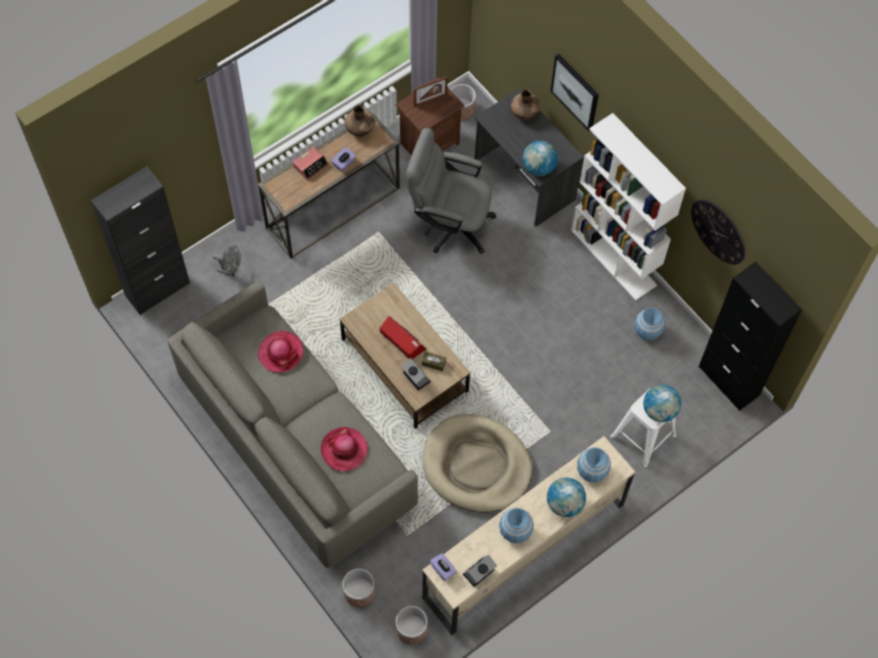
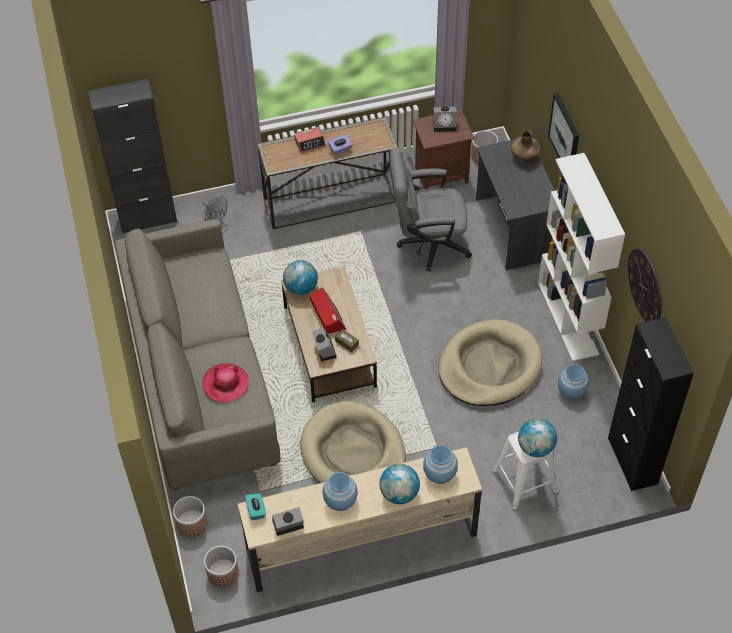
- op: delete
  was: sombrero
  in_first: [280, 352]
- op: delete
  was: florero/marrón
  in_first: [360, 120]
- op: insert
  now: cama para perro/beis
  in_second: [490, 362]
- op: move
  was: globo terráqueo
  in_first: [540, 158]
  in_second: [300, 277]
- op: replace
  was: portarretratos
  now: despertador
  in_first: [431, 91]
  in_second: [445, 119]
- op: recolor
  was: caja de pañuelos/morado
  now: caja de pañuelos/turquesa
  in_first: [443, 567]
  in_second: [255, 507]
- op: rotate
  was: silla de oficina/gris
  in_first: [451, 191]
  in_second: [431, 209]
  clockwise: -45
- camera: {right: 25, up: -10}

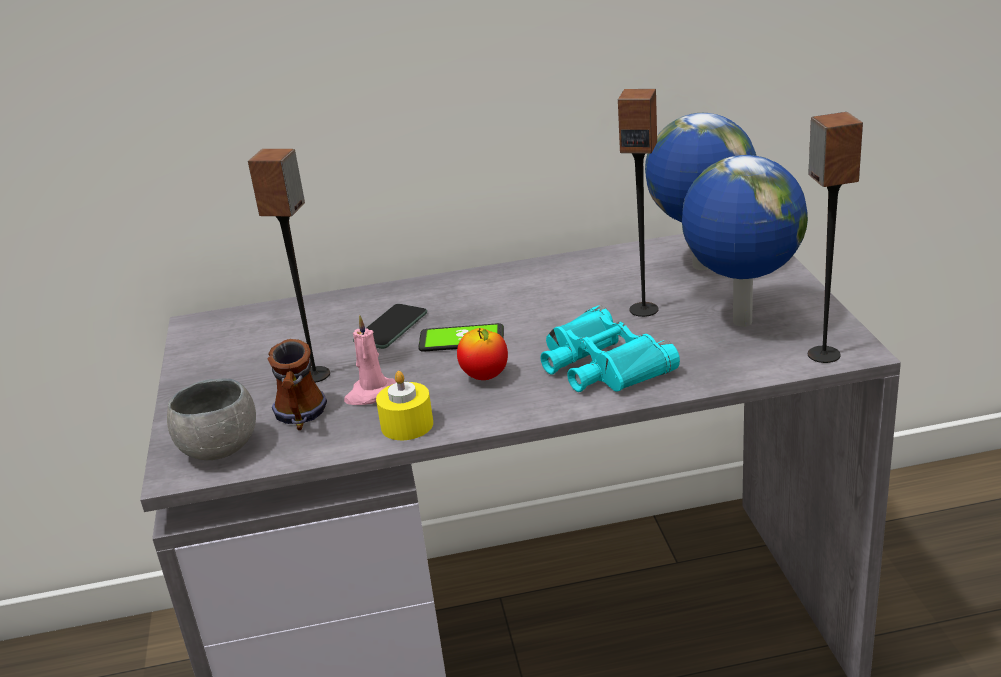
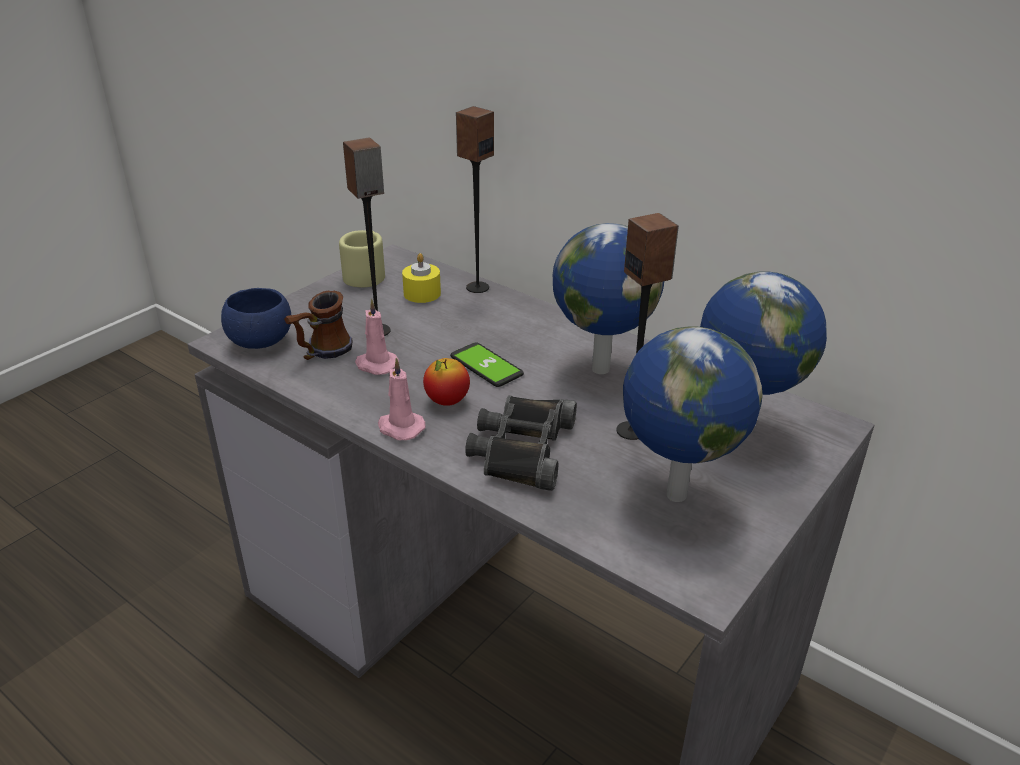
- op: delete
  was: móvil
  in_first: [390, 326]
- op: insert
  now: taza grande/beis
  in_second: [362, 258]
- op: insert
  now: vela/rosa
  in_second: [402, 399]
- op: insert
  now: globo terráqueo
  in_second: [608, 298]
- op: move
  was: vela/amarillo
  in_first: [404, 405]
  in_second: [421, 278]
- op: move
  was: altavoz
  in_first: [835, 237]
  in_second: [475, 199]
- op: recolor
  was: cuenco/gris
  now: cuenco/azul
  in_first: [211, 419]
  in_second: [256, 318]
- op: recolor
  was: prismáticos/turquesa
  now: prismáticos/negro
  in_first: [610, 348]
  in_second: [521, 443]
- camera: {right: 45, up: 5}

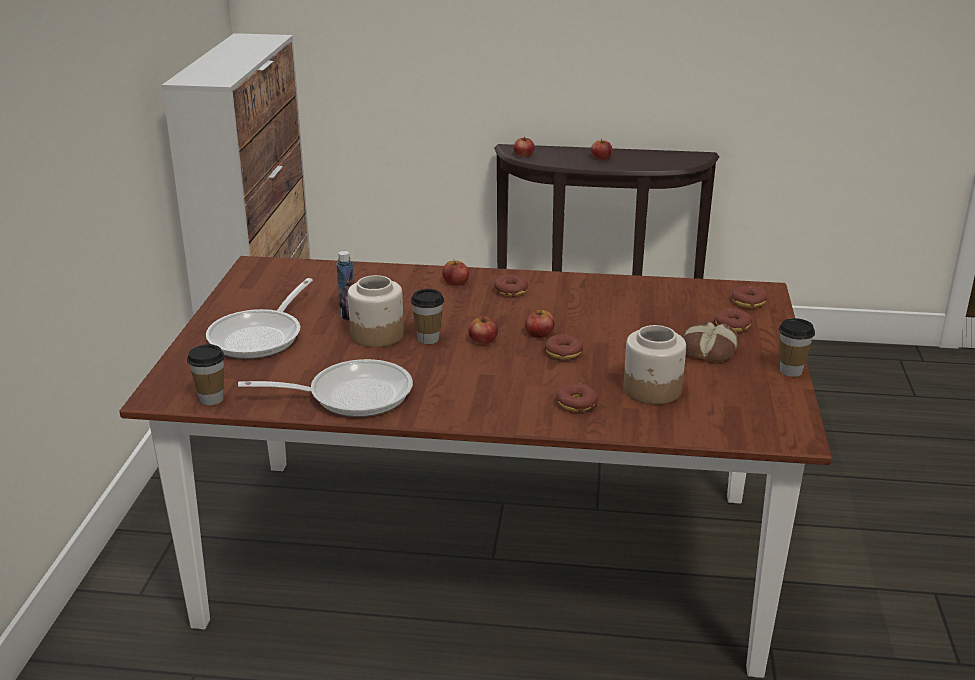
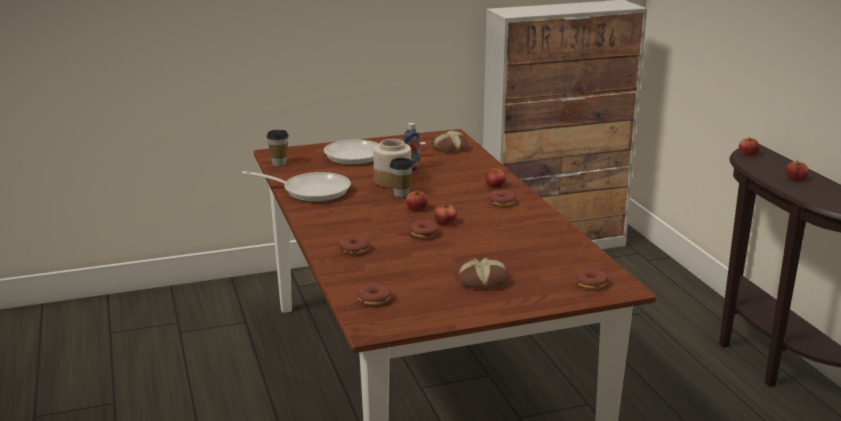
- op: delete
  was: tarro
  in_first: [655, 364]
- op: delete
  was: taza
  in_first: [797, 347]
- op: insert
  now: pan
  in_second: [450, 142]
- op: move
  was: rosquilla
  in_first: [733, 320]
  in_second: [374, 294]
- op: rotate
  was: sartén
  in_first: [325, 388]
  in_second: [296, 186]
  clockwise: -45
- camera: {right: 65, up: -5}

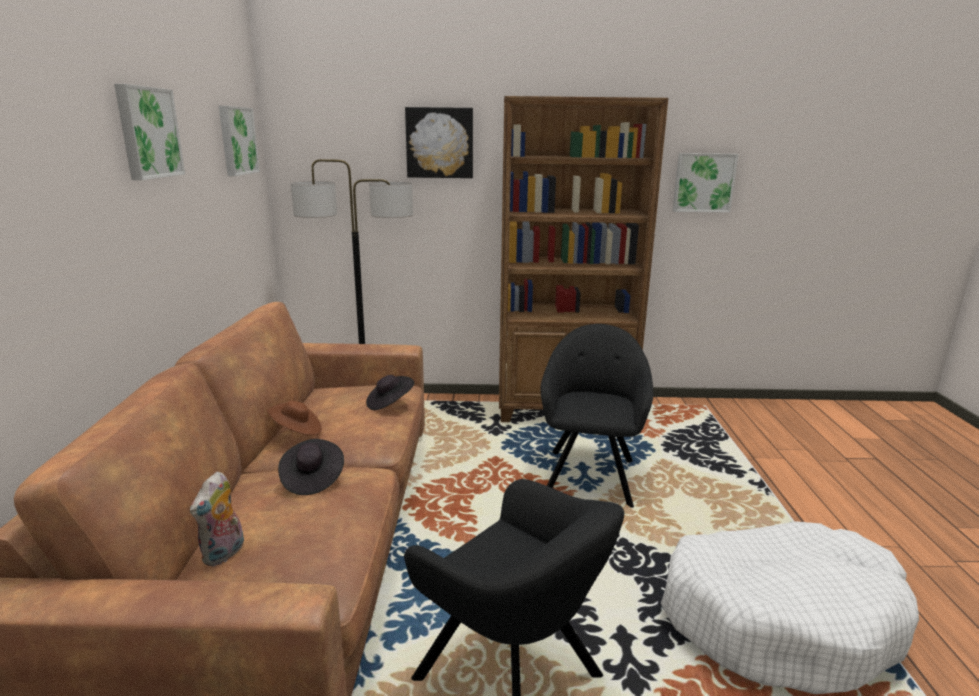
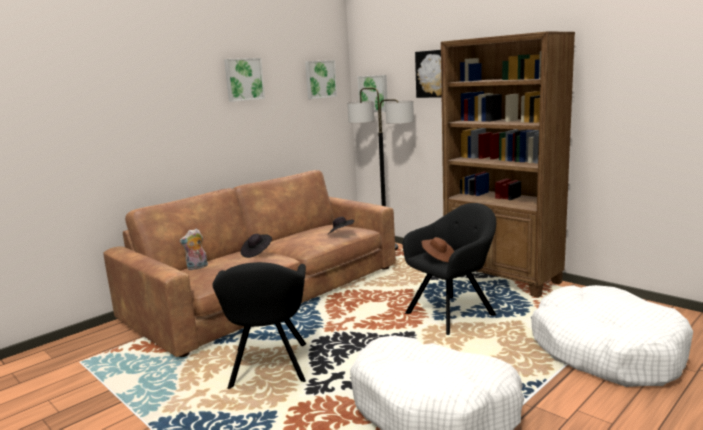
- op: insert
  now: cama para perro/blanco
  in_second: [612, 336]
- op: move
  was: sombrero/marrón
  in_first: [294, 418]
  in_second: [438, 249]
- op: move
  was: cuadro
  in_first: [705, 183]
  in_second: [372, 93]
- camera: {right: 45, up: -5}

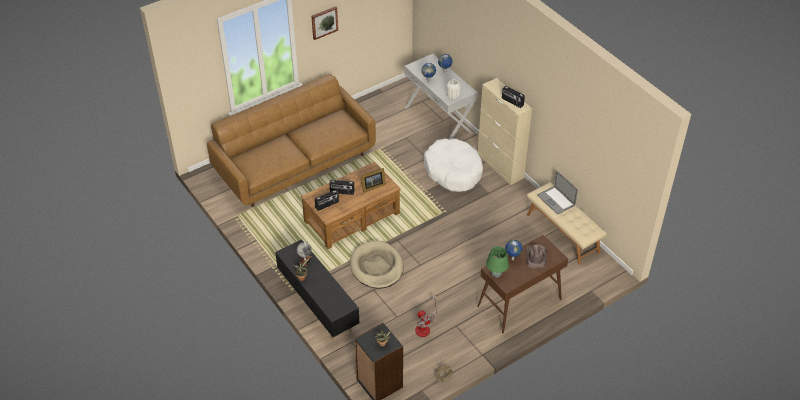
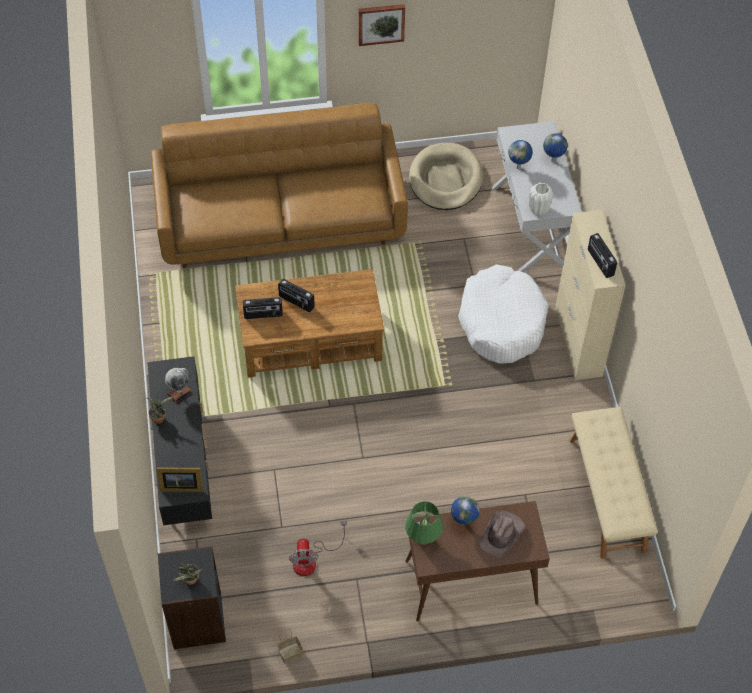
- op: delete
  was: portátil
  in_first: [557, 193]
- op: move
  was: cama para perro/beis
  in_first: [377, 265]
  in_second: [446, 176]
- op: move
  was: portarretratos
  in_first: [373, 180]
  in_second: [180, 479]
- camera: {right: 25, up: 10}

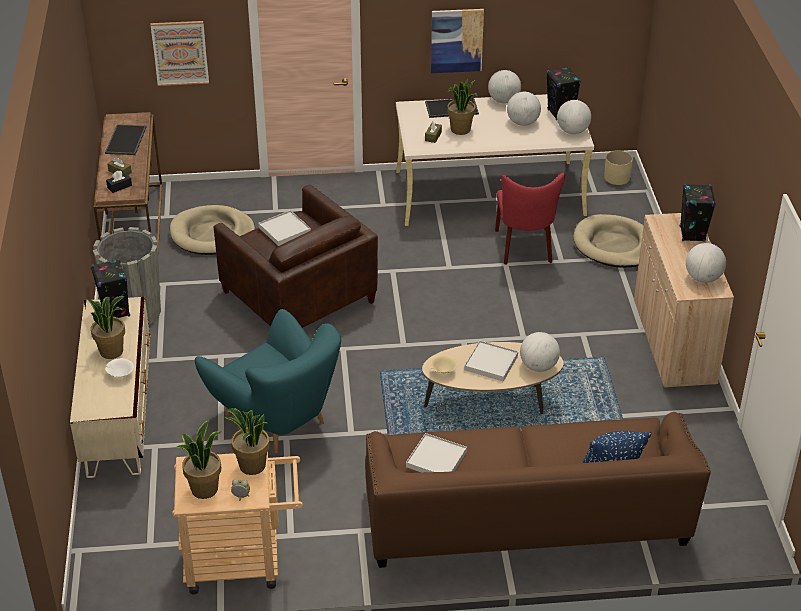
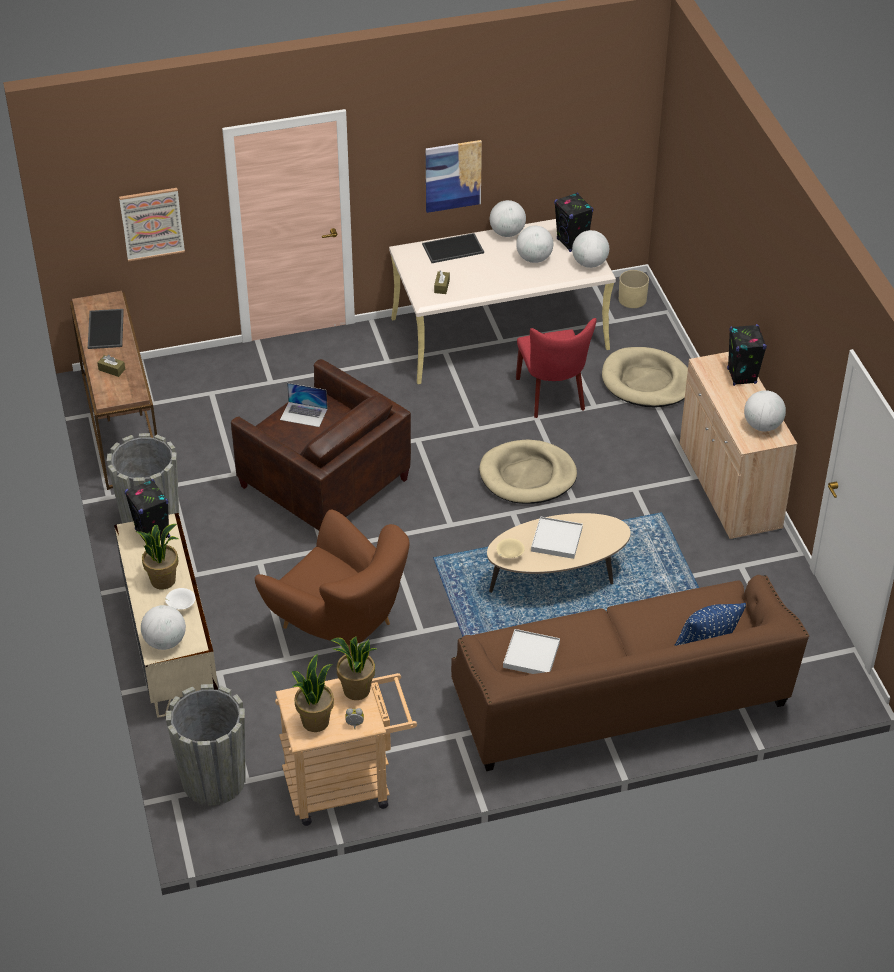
- op: delete
  was: caja de pañuelos/negro
  in_first: [119, 181]
- op: delete
  was: planta en maceta
  in_first: [462, 107]
- op: insert
  now: maceta/gris
  in_second: [206, 745]
- op: move
  was: cama para perro/beis
  in_first: [212, 230]
  in_second: [528, 472]
- op: move
  was: globo terráqueo
  in_first: [540, 352]
  in_second: [163, 627]
- op: replace
  was: bandeja/blanco
  now: portátil
  in_first: [284, 228]
  in_second: [304, 405]
- op: recolor
  was: sillón/turquesa
  now: sillón/marrón
  in_first: [268, 381]
  in_second: [332, 580]
- camera: {right: -10, up: 5}

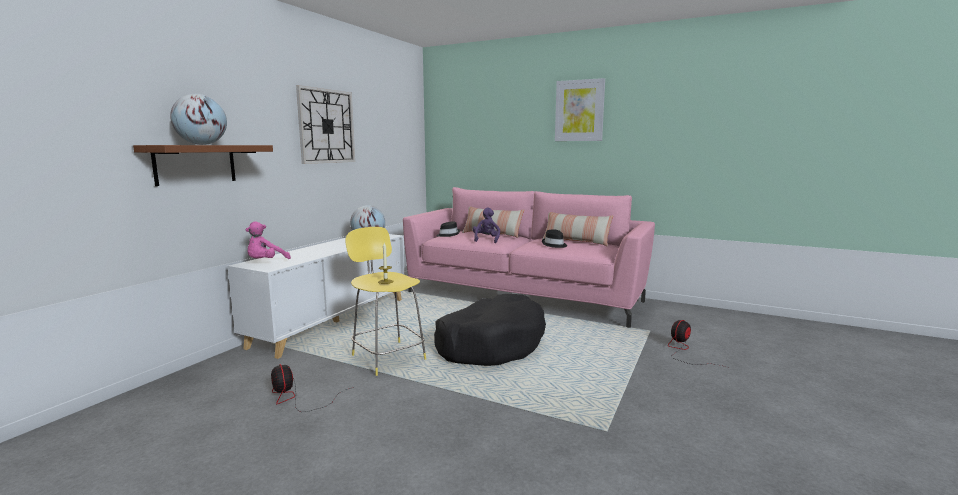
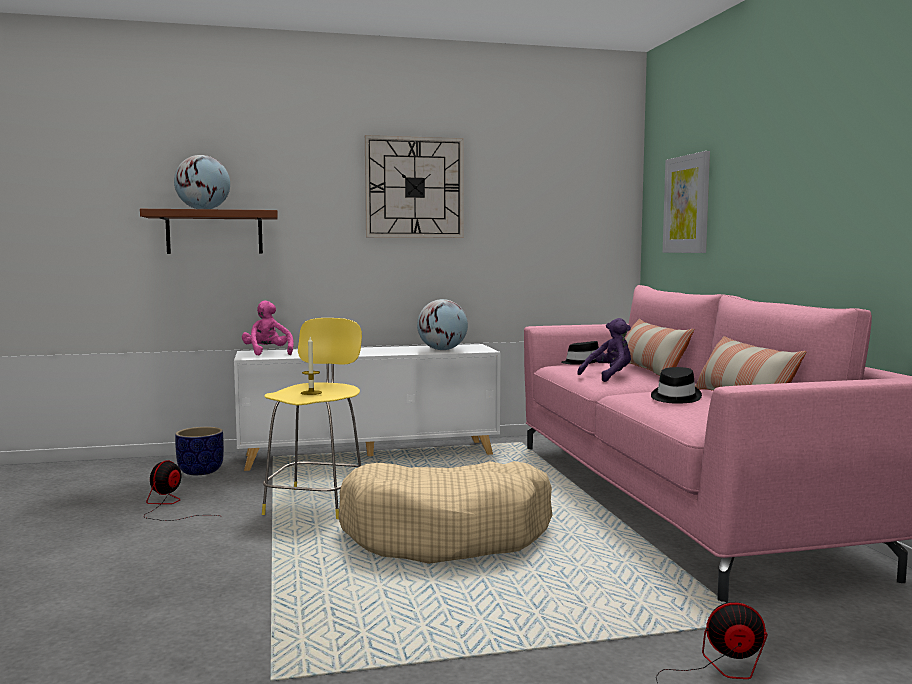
- op: insert
  now: maceta
  in_second: [199, 451]
- op: move
  was: cuadro
  in_first: [580, 109]
  in_second: [686, 202]
- op: recolor
  was: cama para perro/negro
  now: cama para perro/beis
  in_first: [490, 330]
  in_second: [445, 512]
- op: rotate
  was: peluche/rosa
  in_first: [268, 240]
  in_second: [268, 328]
  clockwise: 75
- camera: {right: 50, up: -5}

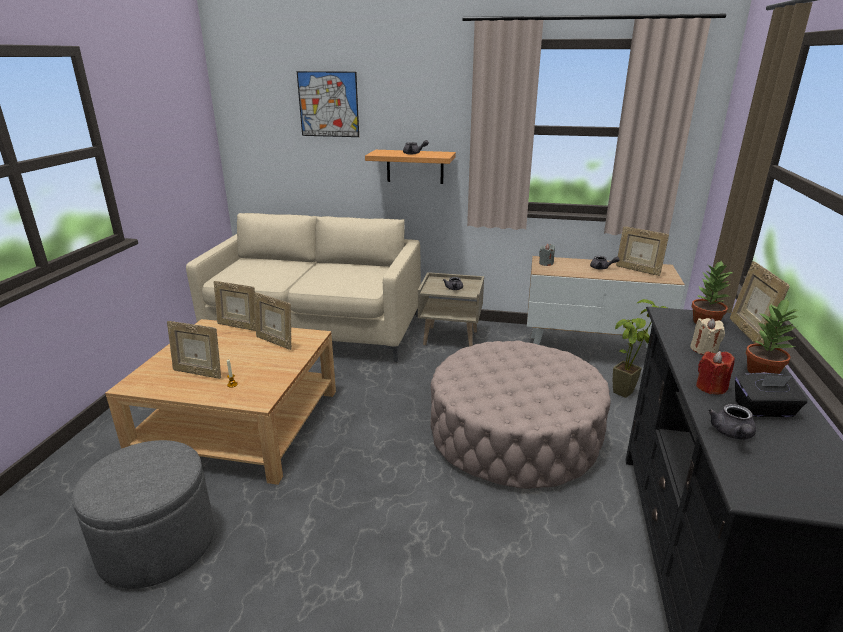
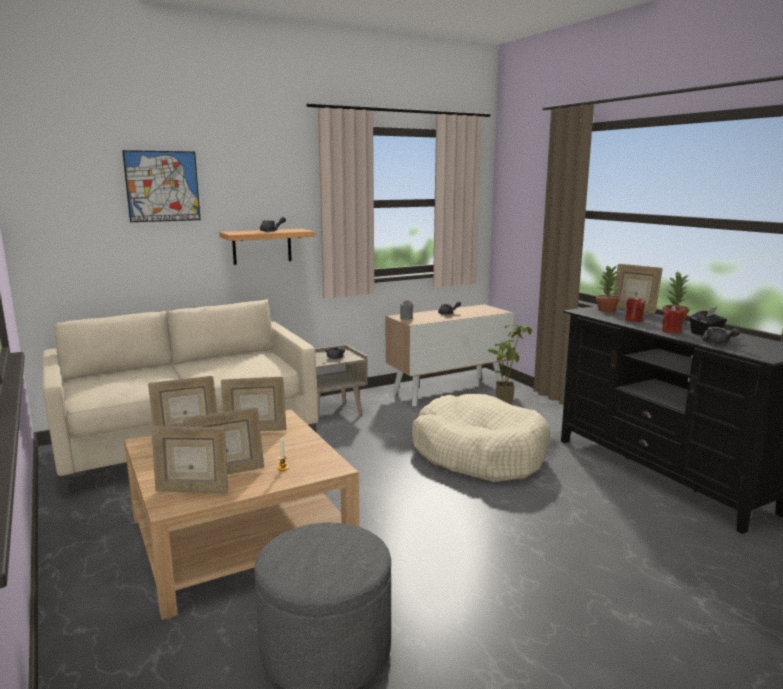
- op: move
  was: portarretratos
  in_first: [642, 251]
  in_second: [189, 459]
- op: replace
  was: puf/beis
  now: cama para perro/beis
  in_first: [520, 415]
  in_second: [481, 438]
- op: recolor
  was: vela/beis
  now: vela/rojo
  in_first: [707, 336]
  in_second: [635, 309]
- camera: {right: -40, up: -10}

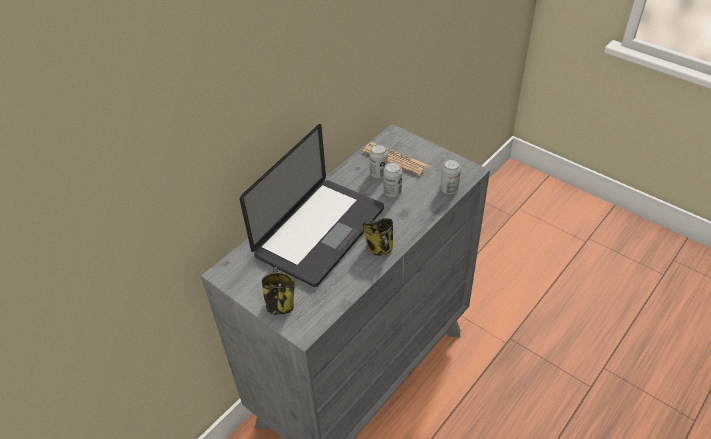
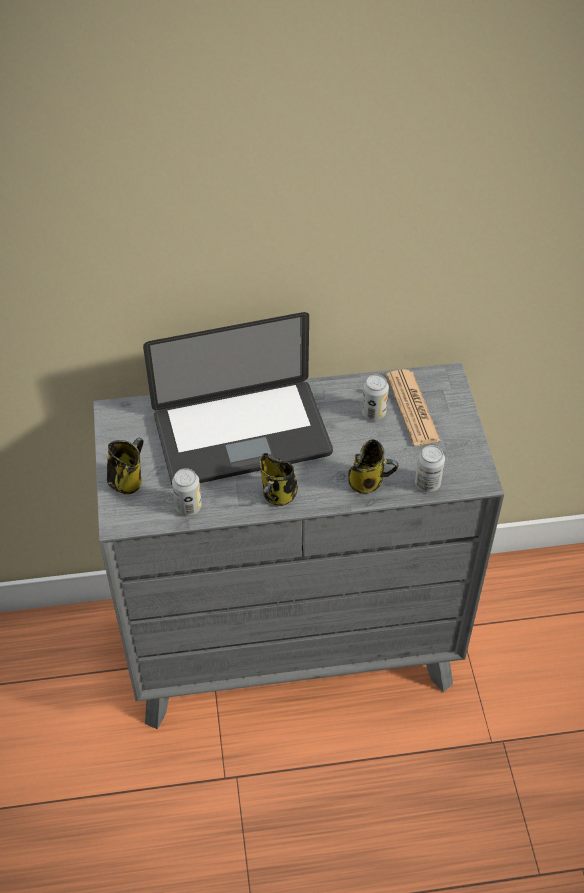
- op: insert
  now: taza grande
  in_second: [373, 466]
- op: move
  was: lata
  in_first: [392, 179]
  in_second: [187, 492]
- camera: {right: 40, up: 5}

